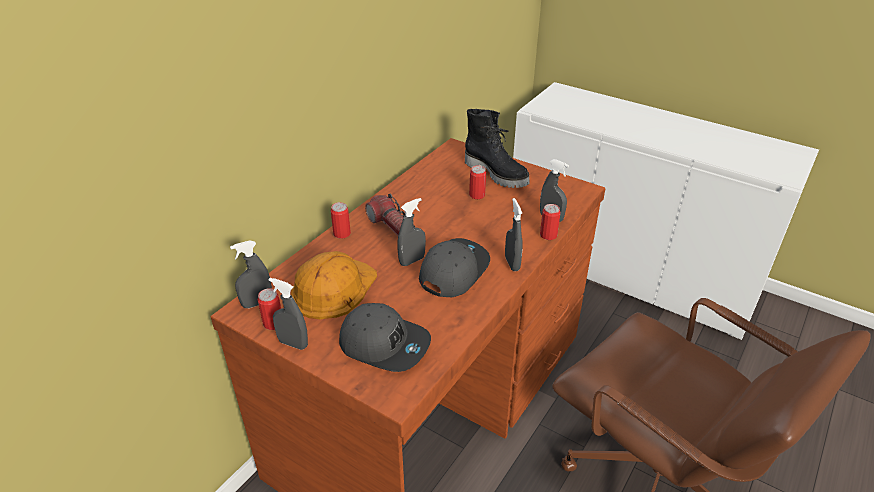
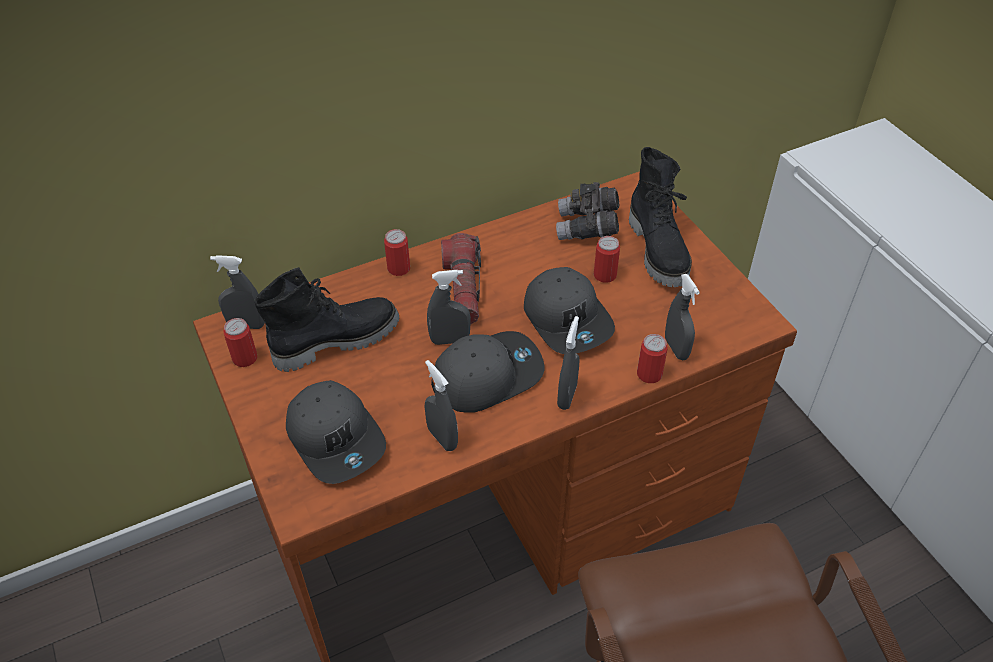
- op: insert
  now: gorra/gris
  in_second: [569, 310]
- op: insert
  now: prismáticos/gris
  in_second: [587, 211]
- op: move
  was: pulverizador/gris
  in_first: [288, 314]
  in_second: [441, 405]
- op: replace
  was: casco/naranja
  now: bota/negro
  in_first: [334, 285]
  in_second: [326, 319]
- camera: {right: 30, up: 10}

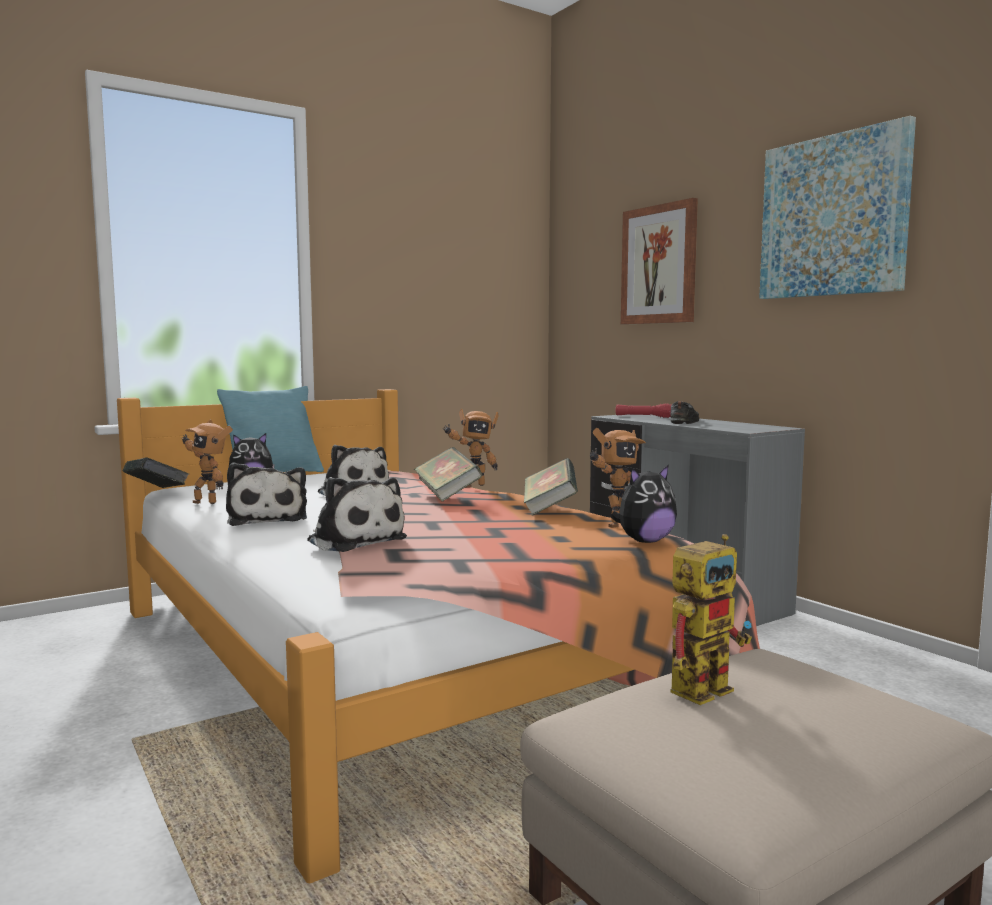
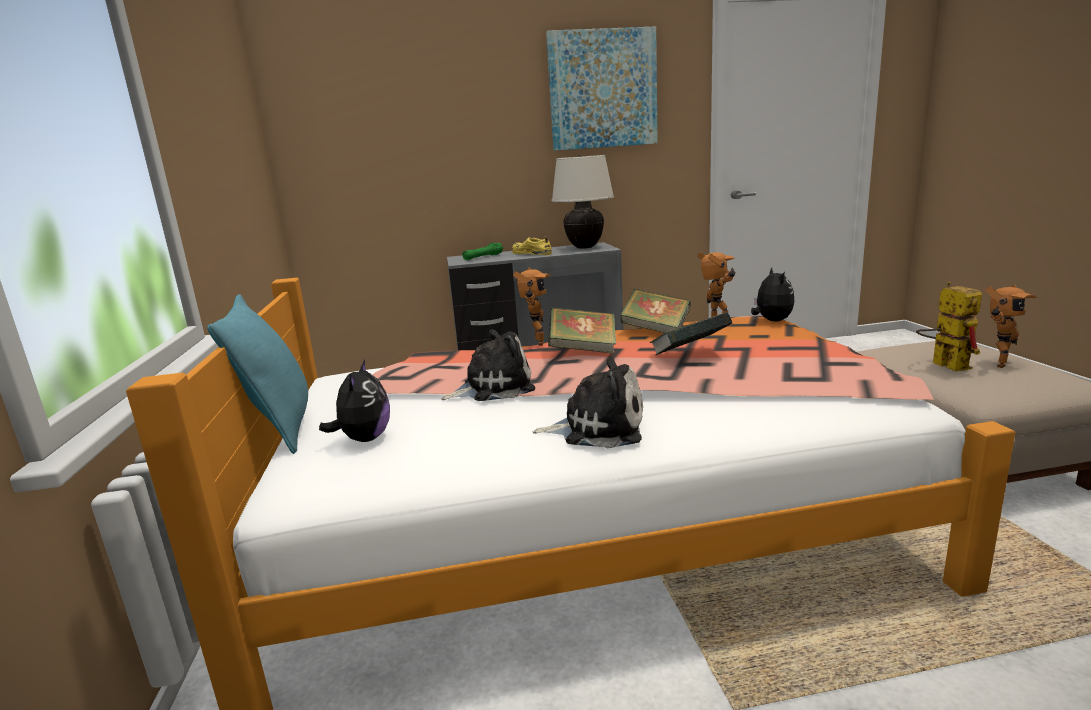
- op: delete
  was: peluche
  in_first: [357, 514]
- op: delete
  was: cuadro
  in_first: [659, 261]
- op: insert
  now: lámpara de mesa/beis
  in_second: [582, 202]
- op: move
  was: libro
  in_first: [156, 472]
  in_second: [691, 334]
- op: move
  was: robot de juguete
  in_first: [207, 462]
  in_second: [1011, 326]
- op: recolor
  was: linterna/rojo
  now: linterna/verde
  in_first: [643, 411]
  in_second: [482, 251]
- op: recolor
  was: zapato/negro
  now: zapato/amarillo
  in_first: [684, 412]
  in_second: [532, 245]
- camera: {right: -65, up: 10}

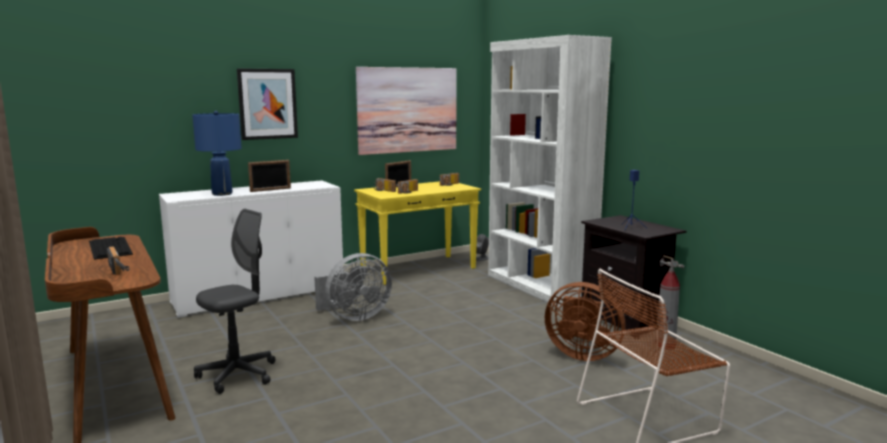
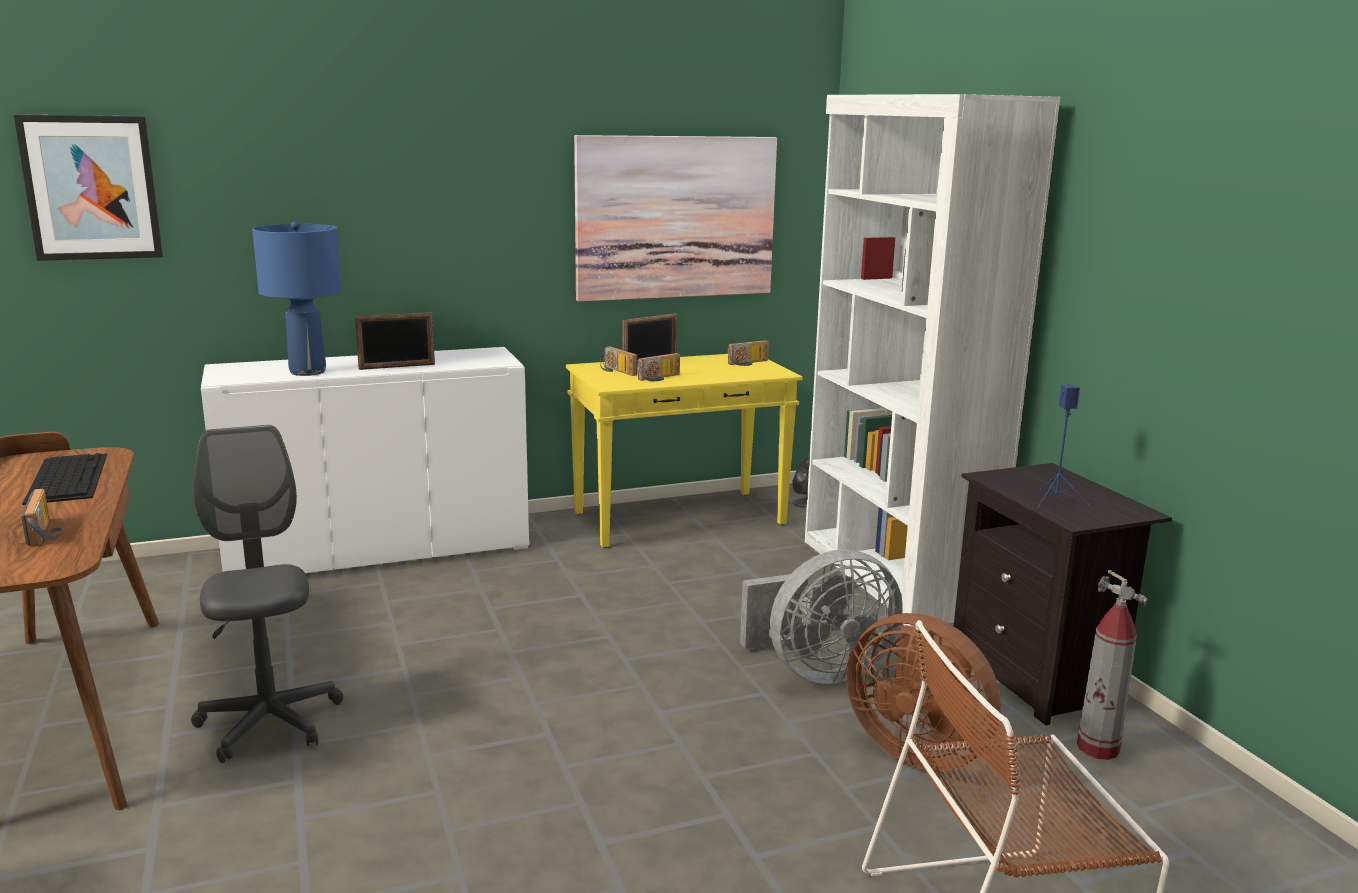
- op: move
  was: cuadro
  in_first: [267, 104]
  in_second: [88, 187]
- op: move
  was: ventilador/gris
  in_first: [353, 287]
  in_second: [821, 617]
- op: rotate
  was: silla de oficina/gris
  in_first: [235, 301]
  in_second: [267, 594]
  clockwise: -75
- camera: {right: 10, up: 5}

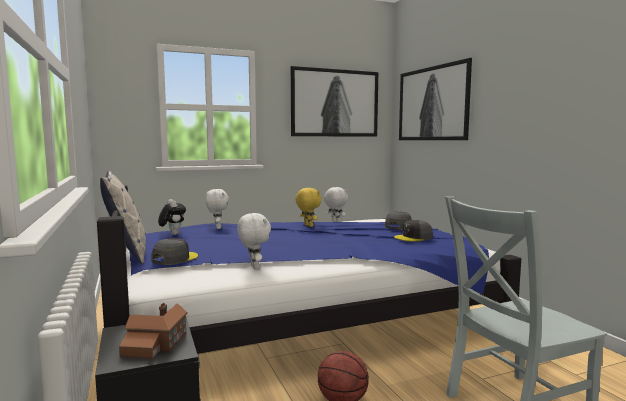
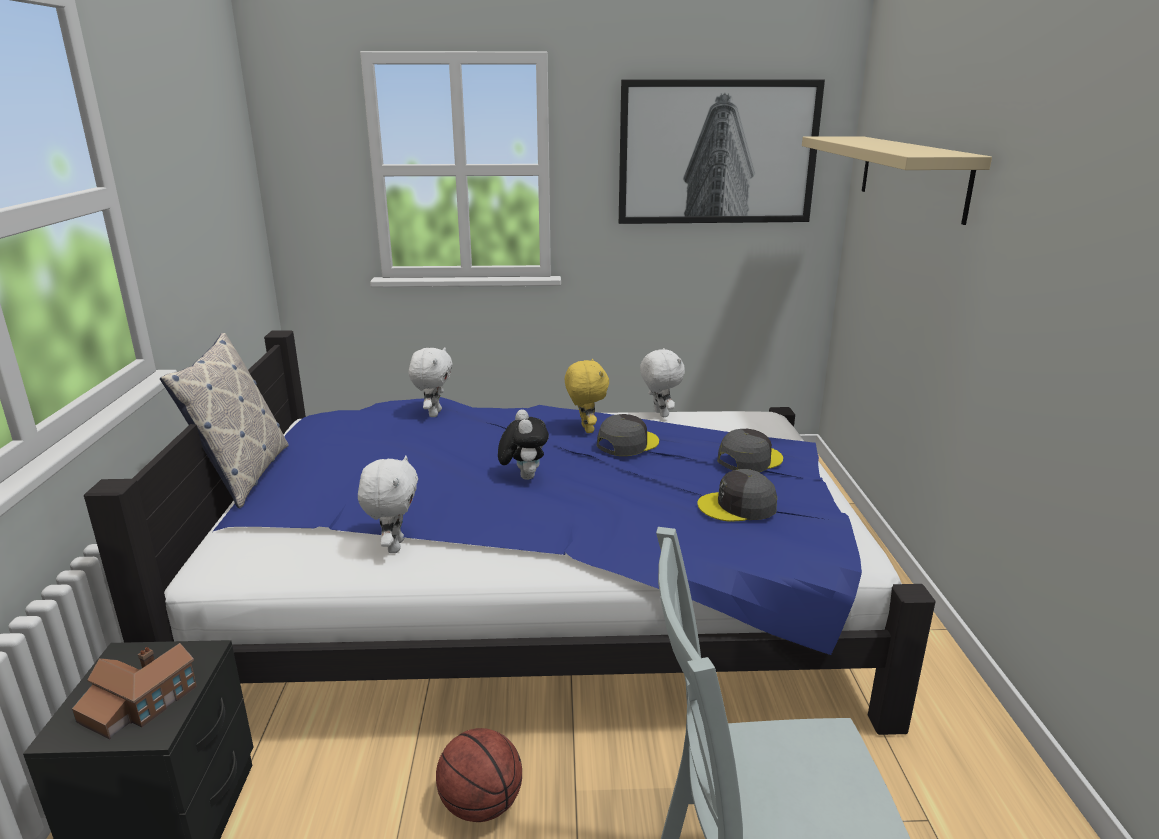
- op: move
  was: gorra/gris
  in_first: [174, 251]
  in_second: [628, 435]
- op: move
  was: peluche
  in_first: [172, 217]
  in_second: [523, 444]
- op: replace
  was: cuadro
  now: estante/beis
  in_first: [435, 99]
  in_second: [897, 180]
- camera: {right: 20, up: 15}

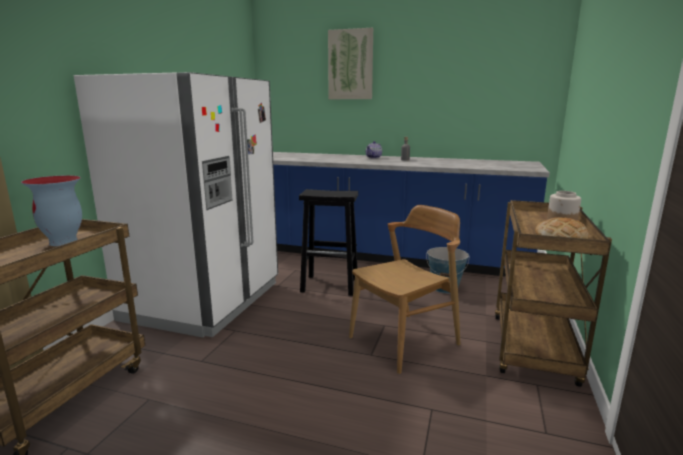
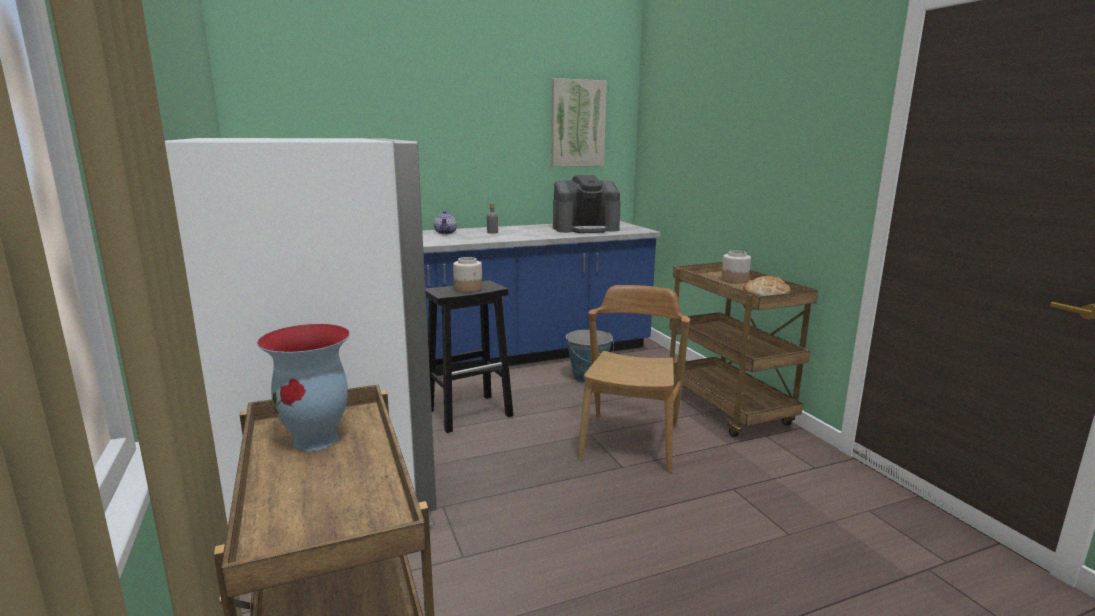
- op: insert
  now: tarro
  in_second: [467, 274]
- op: insert
  now: cafetera
  in_second: [587, 204]
- op: move
  was: cuadro
  in_first: [350, 63]
  in_second: [579, 122]
- camera: {right: -40, up: 0}

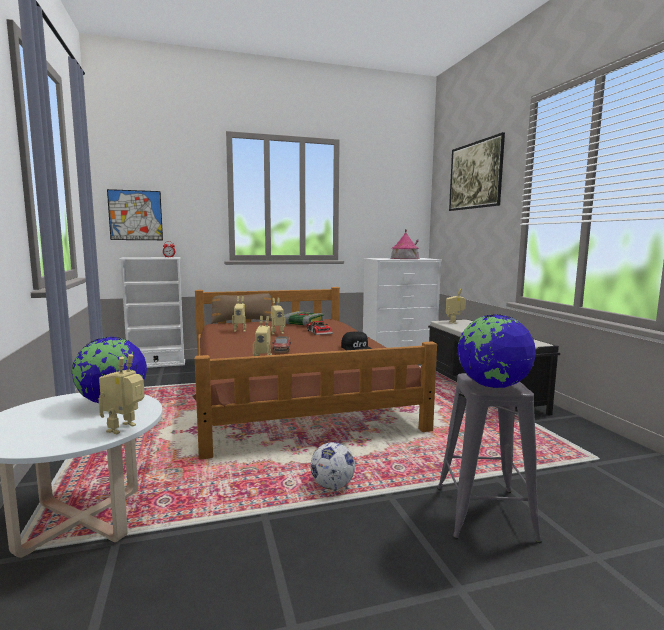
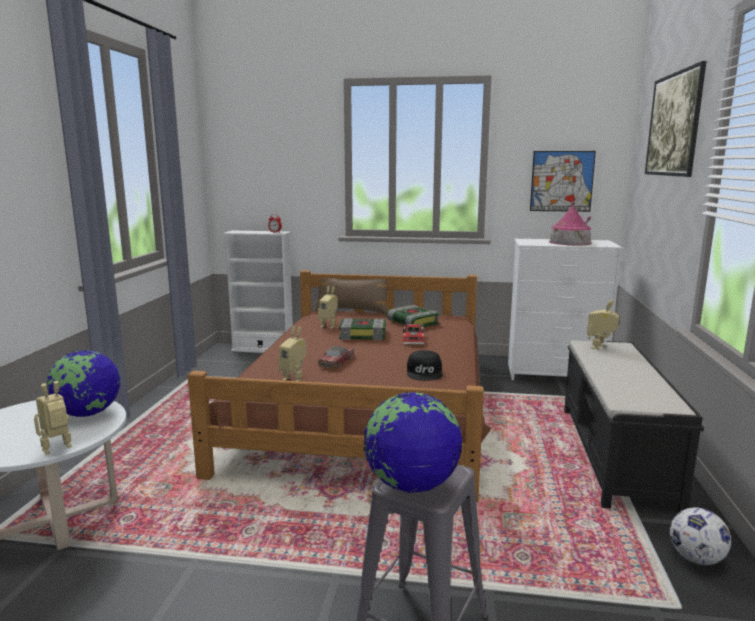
- op: move
  was: cuadro
  in_first: [135, 214]
  in_second: [563, 181]
- op: move
  was: balón de fútbol
  in_first: [333, 466]
  in_second: [700, 536]
- op: replace
  was: robot de juguete
  now: libro
  in_first: [278, 316]
  in_second: [362, 329]
- camera: {right: 25, up: 5}

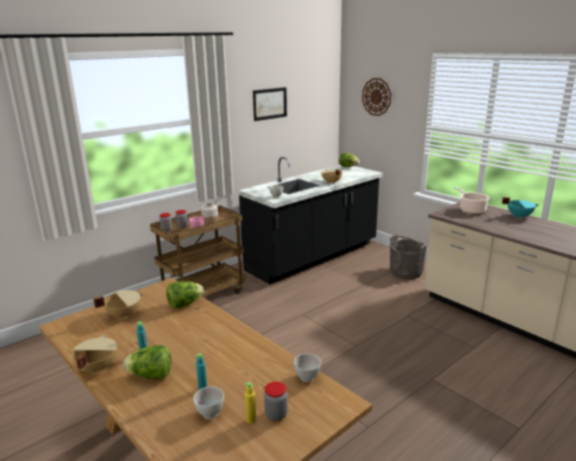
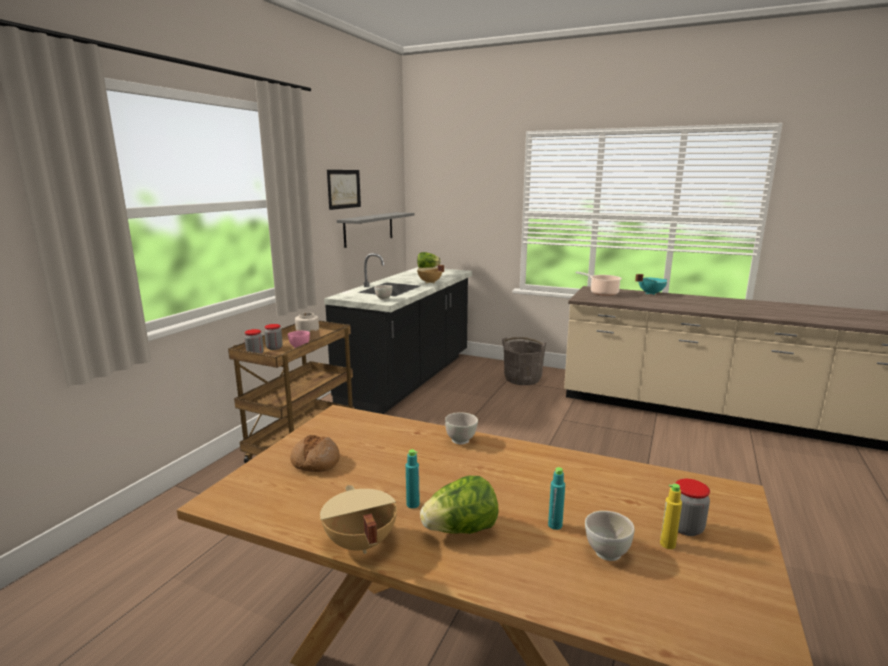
- op: delete
  was: lechuga
  in_first: [185, 295]
- op: delete
  was: reloj de pared
  in_first: [376, 97]
- op: insert
  now: estante/gris
  in_second: [375, 230]
- op: move
  was: cuenco/blanco
  in_first: [307, 367]
  in_second: [461, 428]
- op: replace
  was: olla/beis
  now: pan
  in_first: [118, 304]
  in_second: [315, 453]
- camera: {right: -25, up: -5}

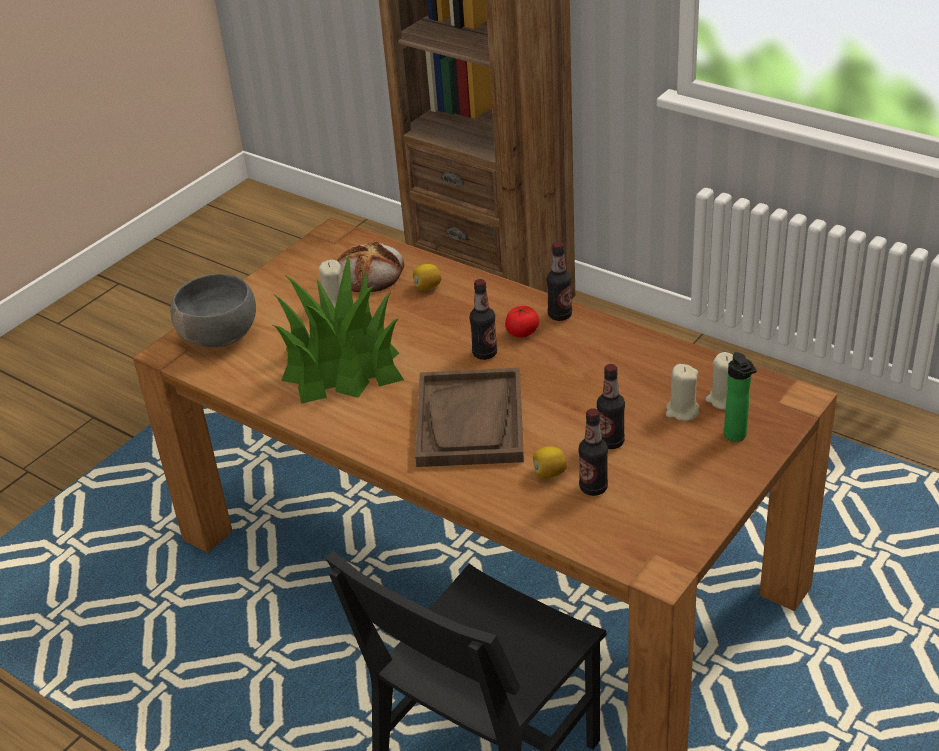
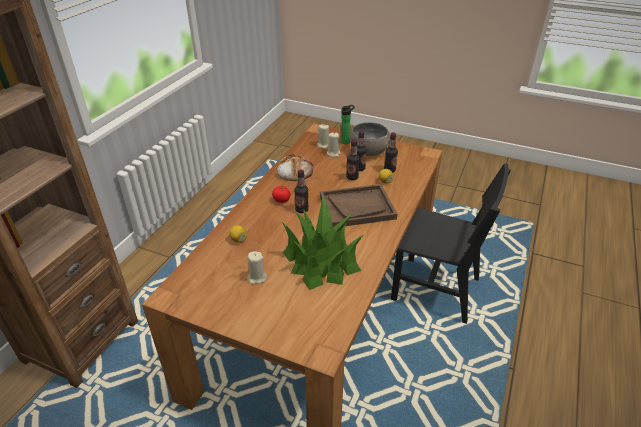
- op: move
  was: cuenco/gris
  in_first: [213, 310]
  in_second: [370, 139]
- op: move
  was: pan
  in_first: [370, 267]
  in_second: [295, 167]
- op: move
  was: botella
  in_first: [559, 281]
  in_second: [353, 159]
- camera: {right: -105, up: 0}

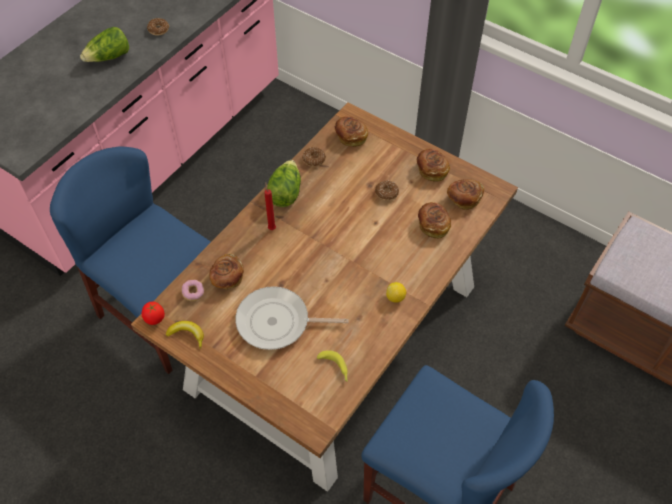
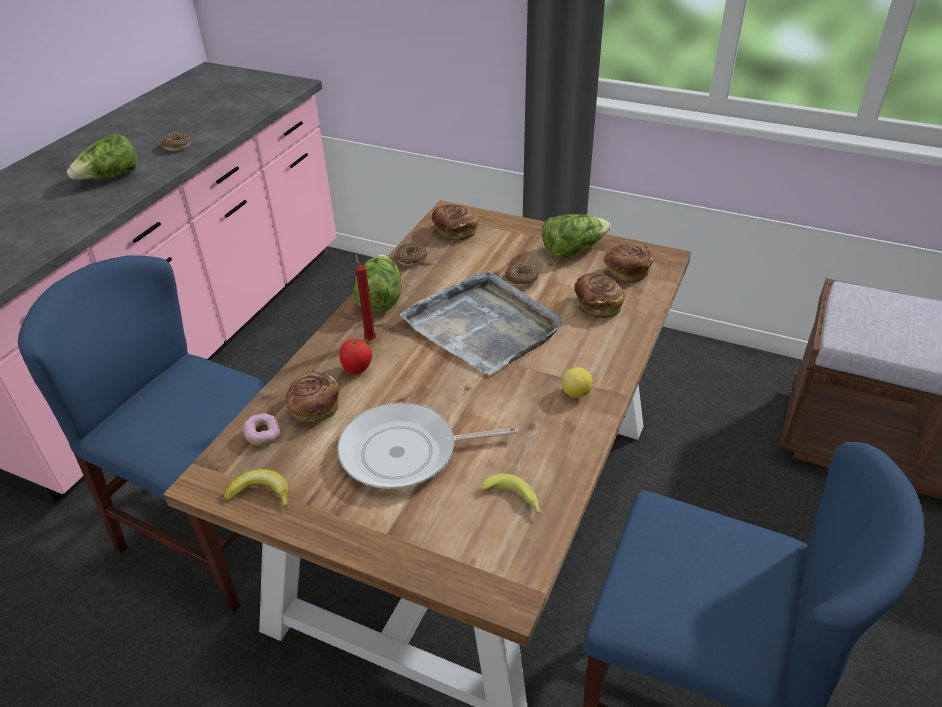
- op: insert
  now: bandeja/gris
  in_second: [481, 323]
- op: move
  was: tomate
  in_first: [153, 313]
  in_second: [355, 356]
- op: replace
  was: pan
  now: lechuga
  in_first: [433, 165]
  in_second: [576, 236]
- camera: {right: -10, up: -15}

